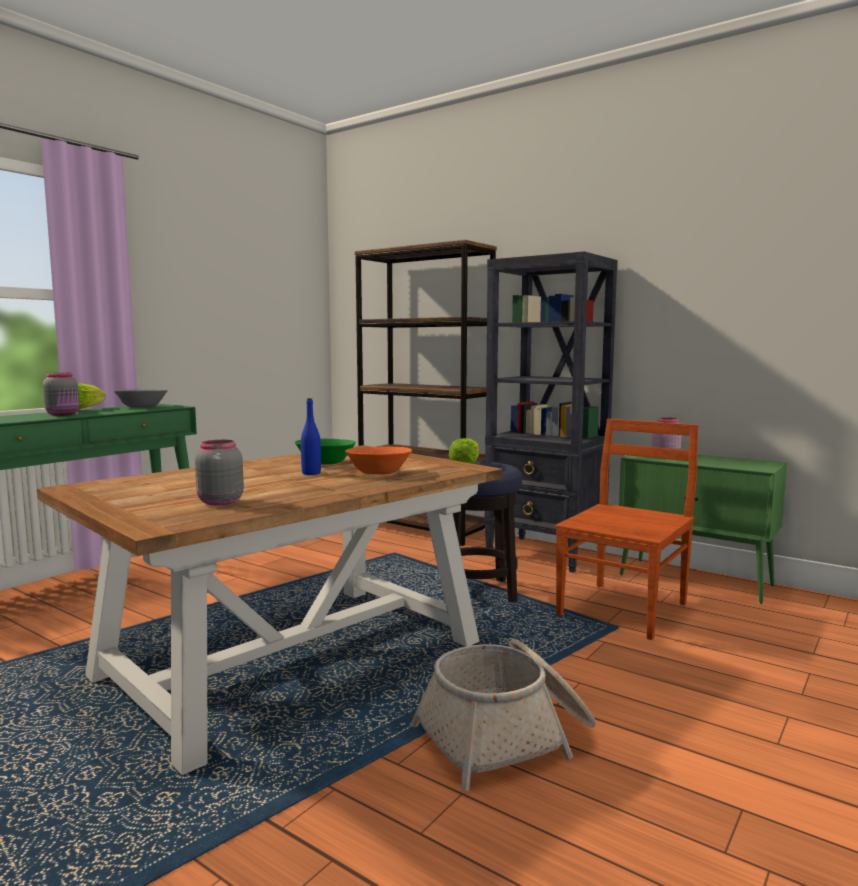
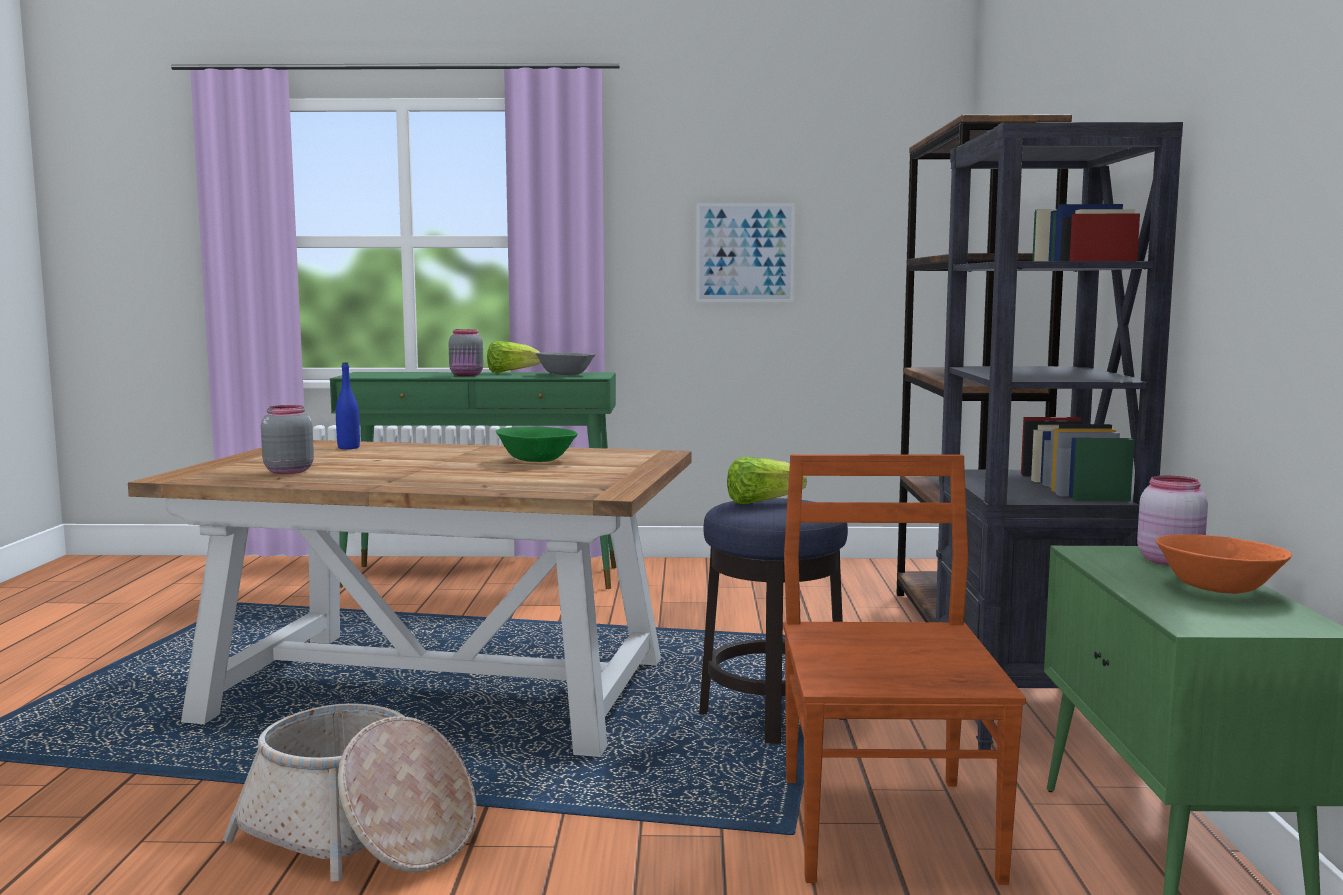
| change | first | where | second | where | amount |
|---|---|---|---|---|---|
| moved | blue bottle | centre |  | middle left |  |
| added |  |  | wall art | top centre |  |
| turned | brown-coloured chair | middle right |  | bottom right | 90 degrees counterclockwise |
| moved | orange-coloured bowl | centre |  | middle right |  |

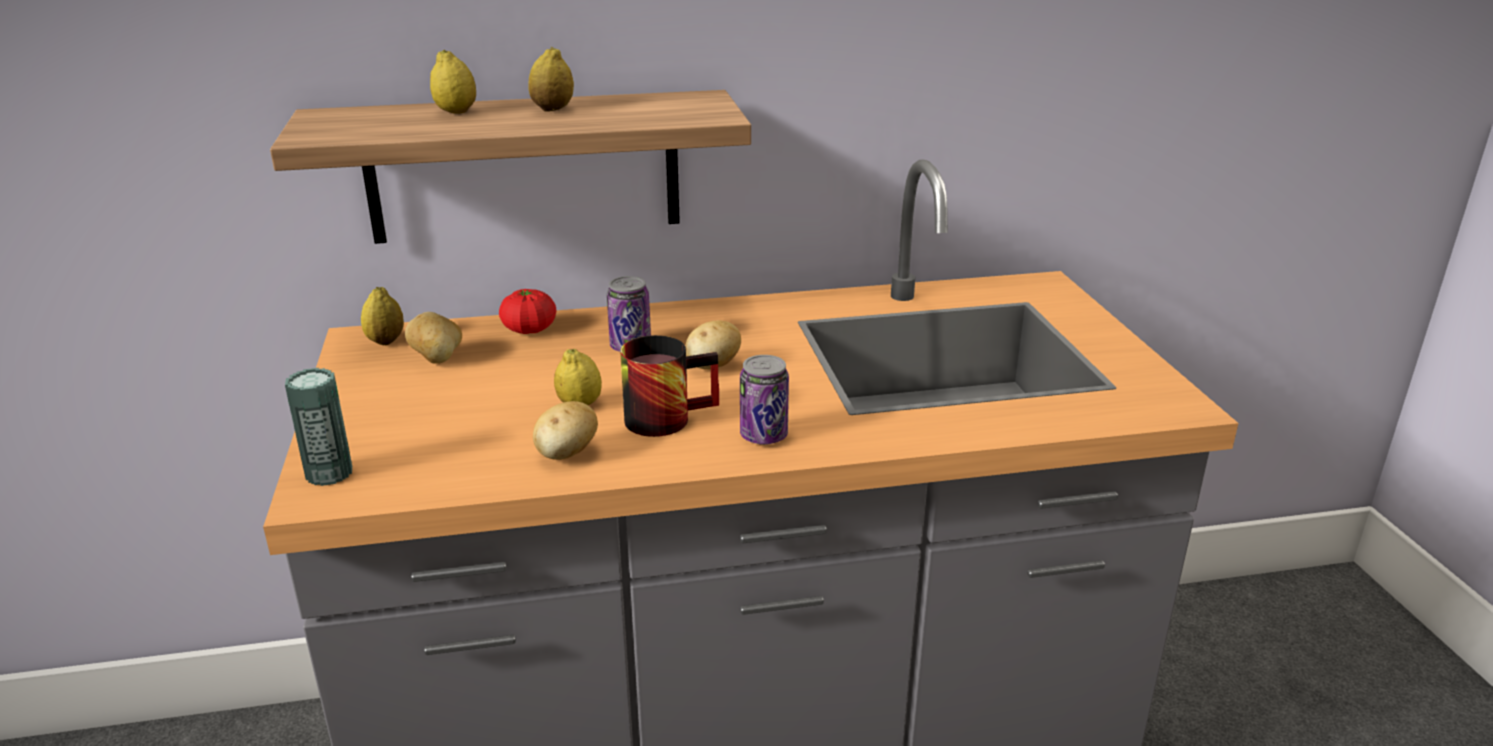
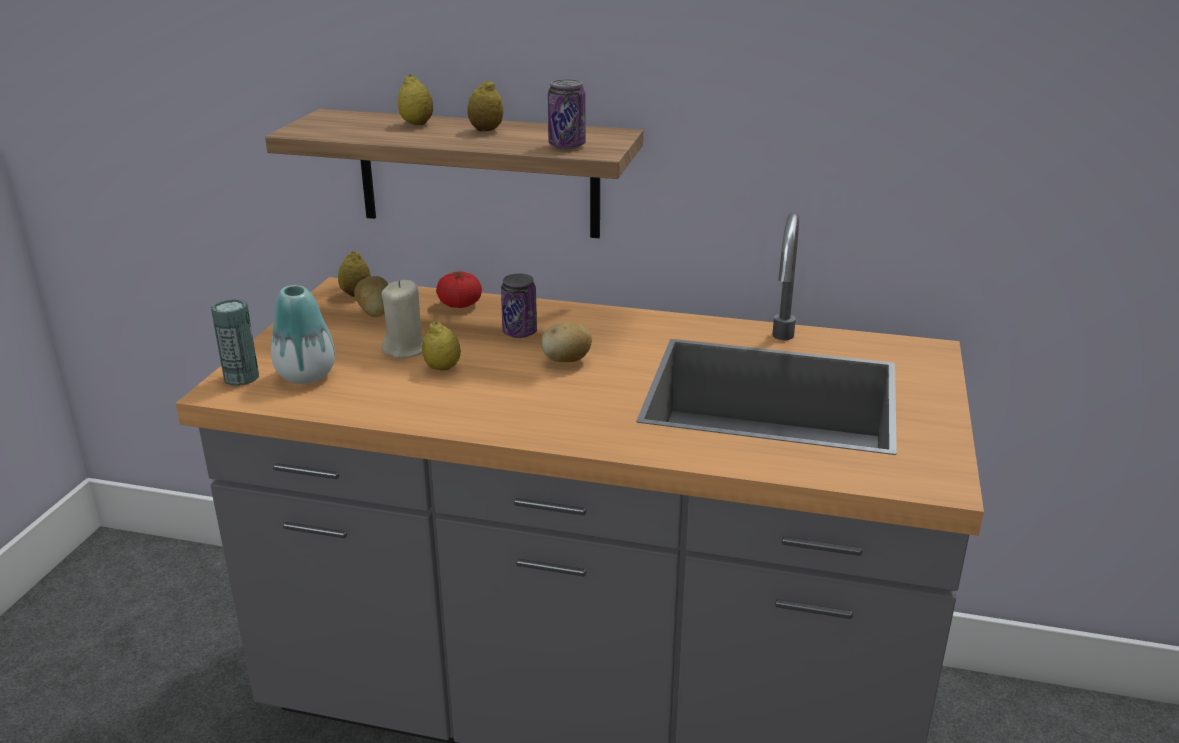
| change | first | where | second | where | amount |
|---|---|---|---|---|---|
| added |  |  | vase | middle left |  |
| added |  |  | beige wax candle | centre |  |
| moved | can (3rd from left) | centre |  | top centre |  |
| removed | whole potato (2nd from left) | centre |  |  |  |
| removed | tea mug | centre |  |  |  |

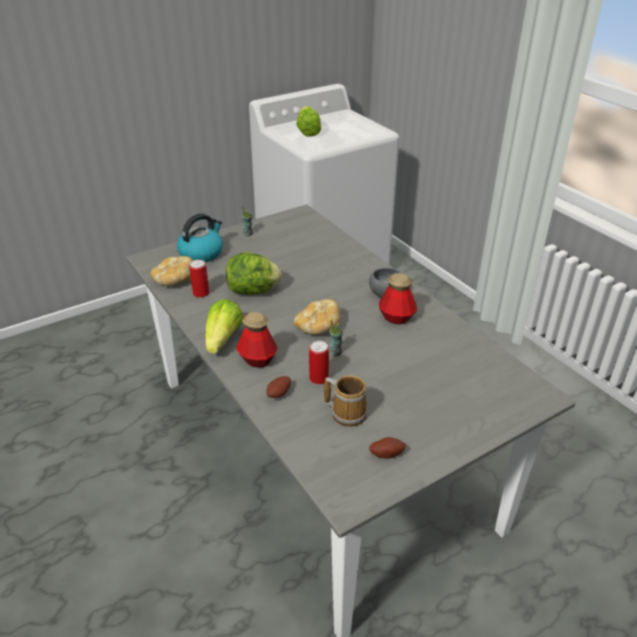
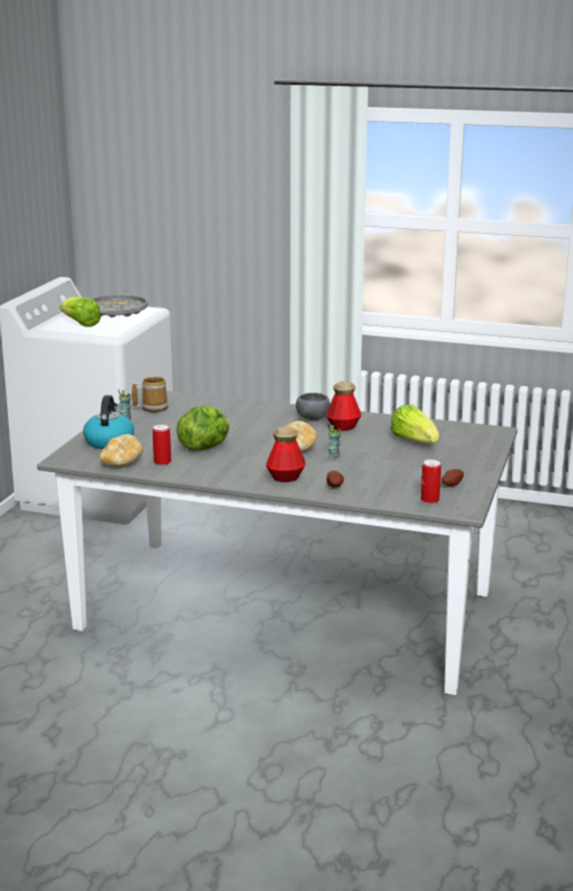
| change | first | where | second | where | amount |
|---|---|---|---|---|---|
| added |  |  | grey tray | middle left |  |
| moved | tea mug | centre |  | middle left |  |
| moved | lettuce (1st from left in the first image) | centre | lettuce (3rd from left) | middle right |  |
| moved | can (2nd from left) | centre |  | middle right |  |

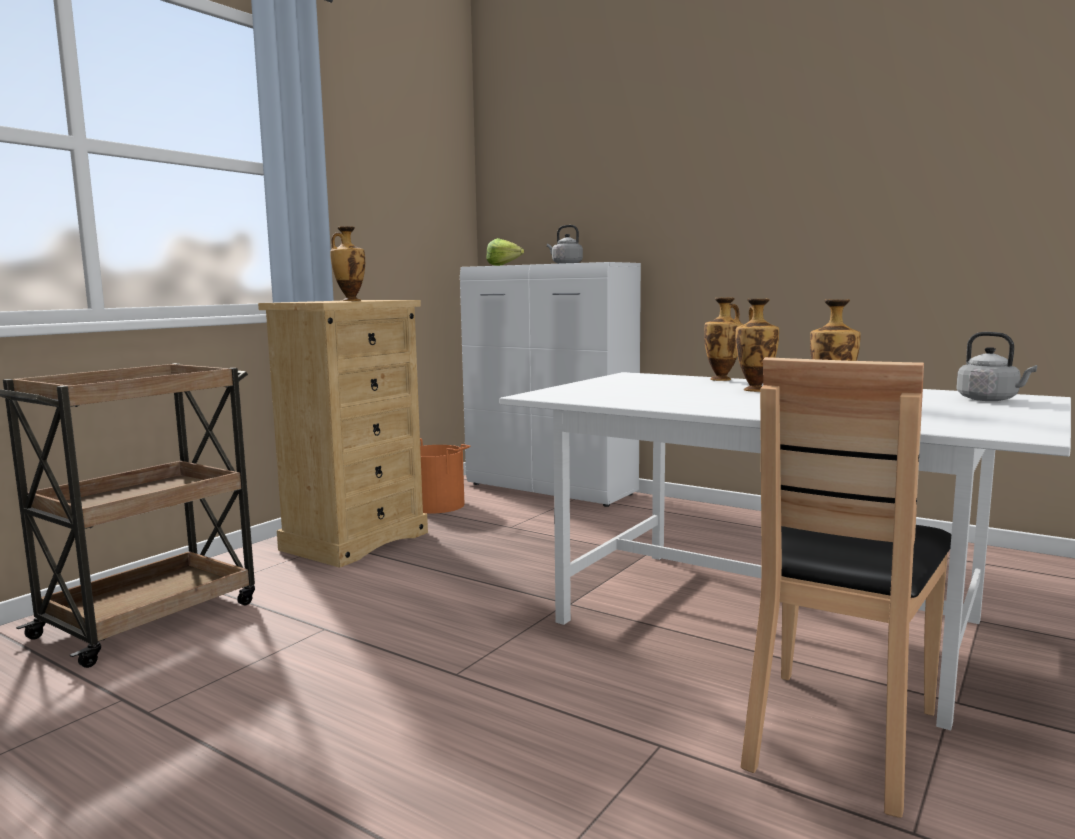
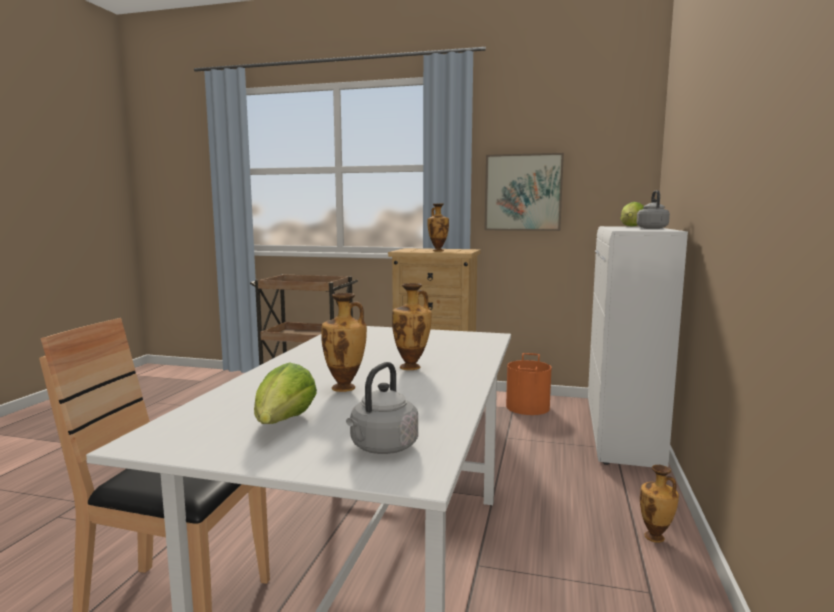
| change | first | where | second | where | amount |
|---|---|---|---|---|---|
| added |  |  | lettuce (1st from left) | centre |  |
| added |  |  | wall art | top centre |  |
| moved | vase (2nd from left in the first image) | middle right | vase (4th from left) | bottom right |  |

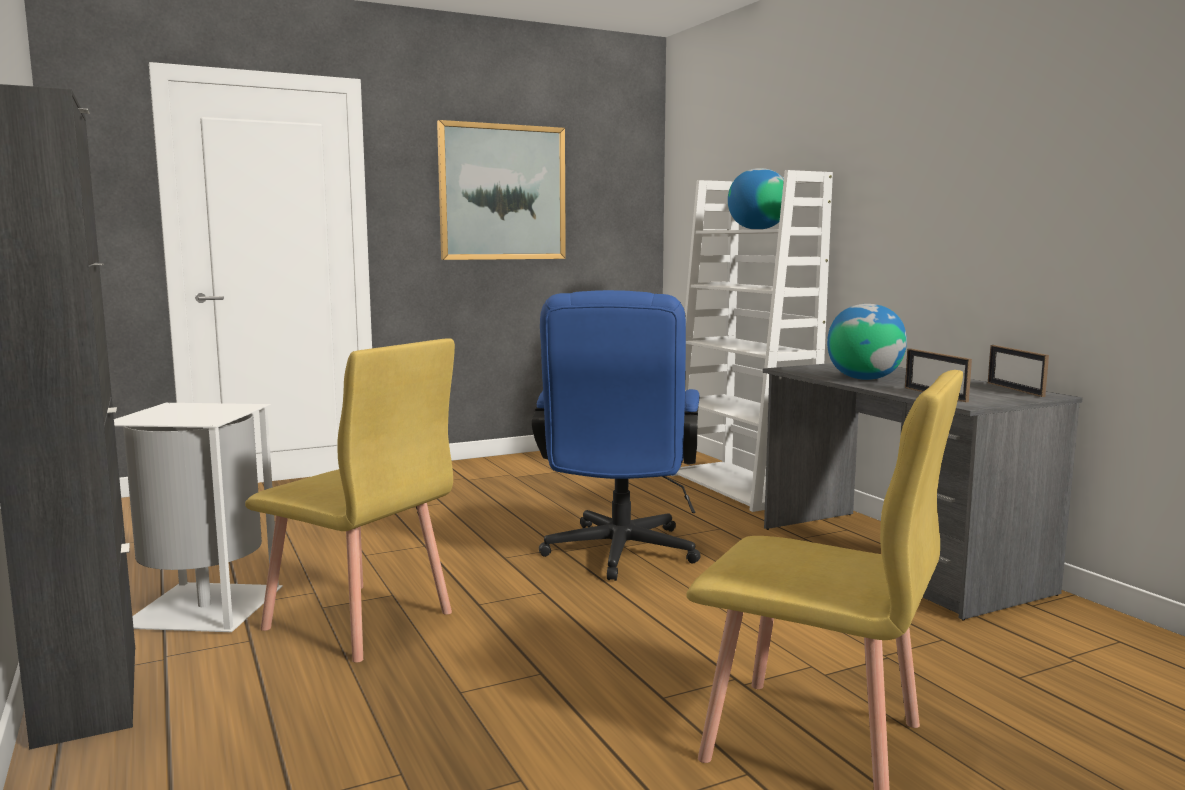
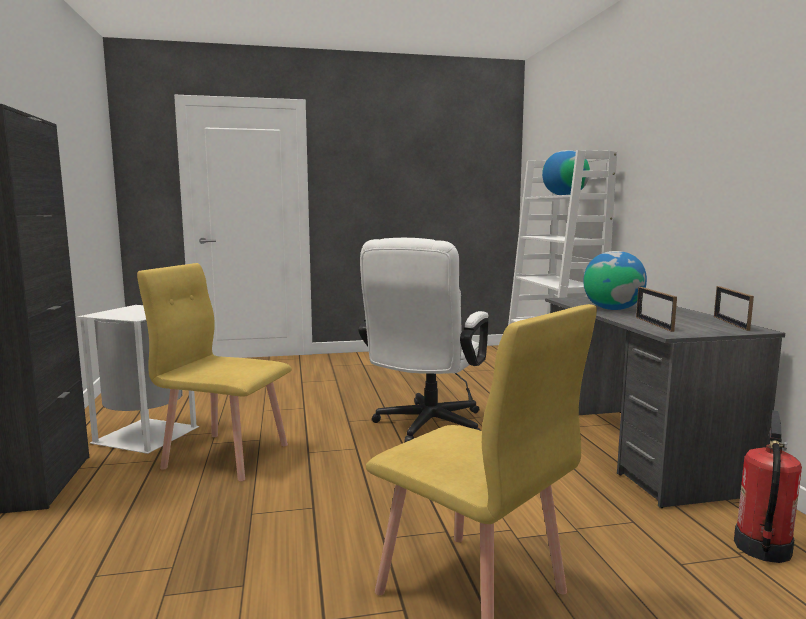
| change | first | where | second | where | amount |
|---|---|---|---|---|---|
| turned | yellow-coloured chair (1st from left) | middle left |  | middle left | 150 degrees clockwise |
| recoloured | blue computer chair | centre | white-coloured computer chair | centre |  |
| added |  |  | fire extinguisher | bottom right |  |
| removed | wall art | top centre |  |  |  |

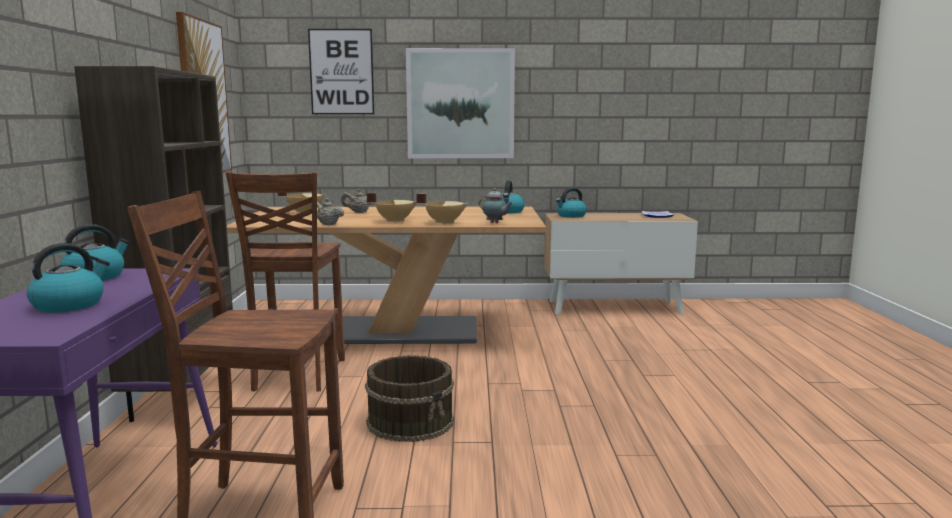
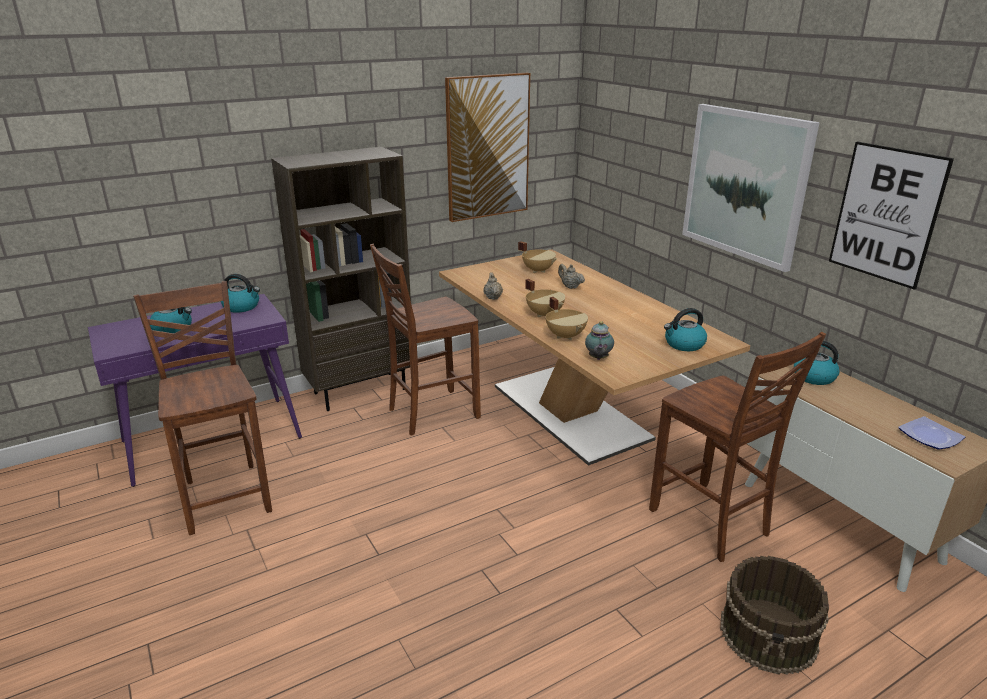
| change | first | where | second | where | amount |
|---|---|---|---|---|---|
| added |  |  | brown-coloured chair (3rd from left) | middle right |  |
| moved | brown-coloured water bucket | bottom centre |  | bottom right |  |
| moved | wall art (2nd from left in the first image) | top centre | wall art (3rd from left) | top right |  |

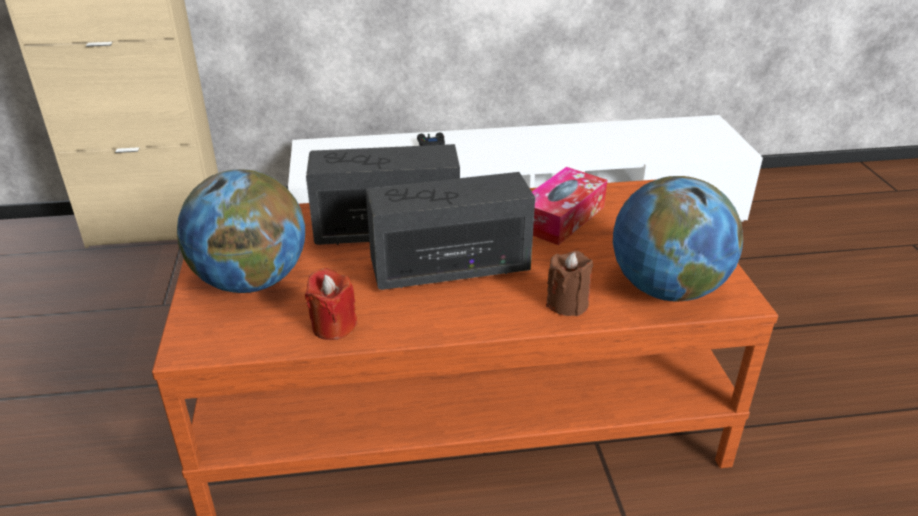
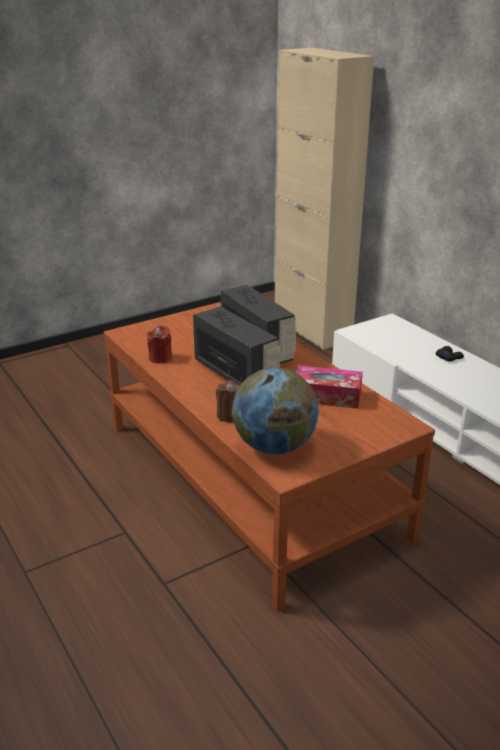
| change | first | where | second | where | amount |
|---|---|---|---|---|---|
| removed | world globe (1st from left) | middle left |  |  |  |

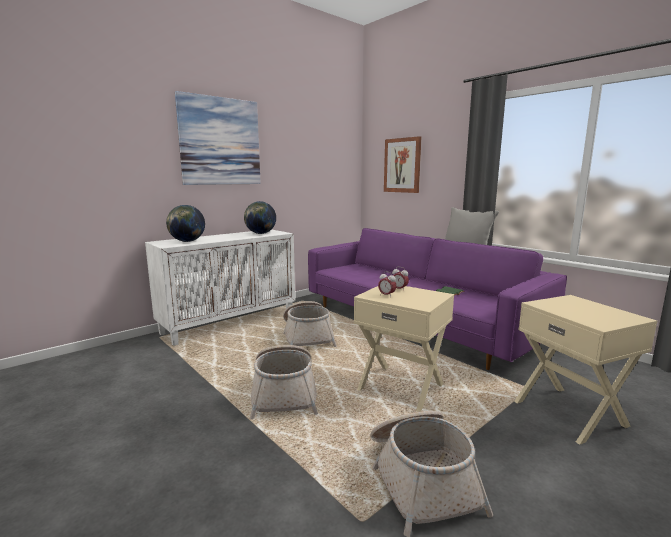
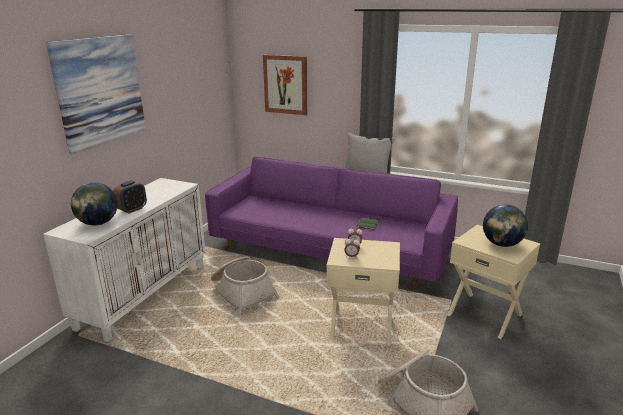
| change | first | where | second | where | amount |
|---|---|---|---|---|---|
| added |  |  | alarm clock (1st from left) | middle left |  |
| moved | world globe (2nd from left) | centre |  | middle right |  |
| removed | storage basket (1st from left) | bottom centre |  |  |  |

